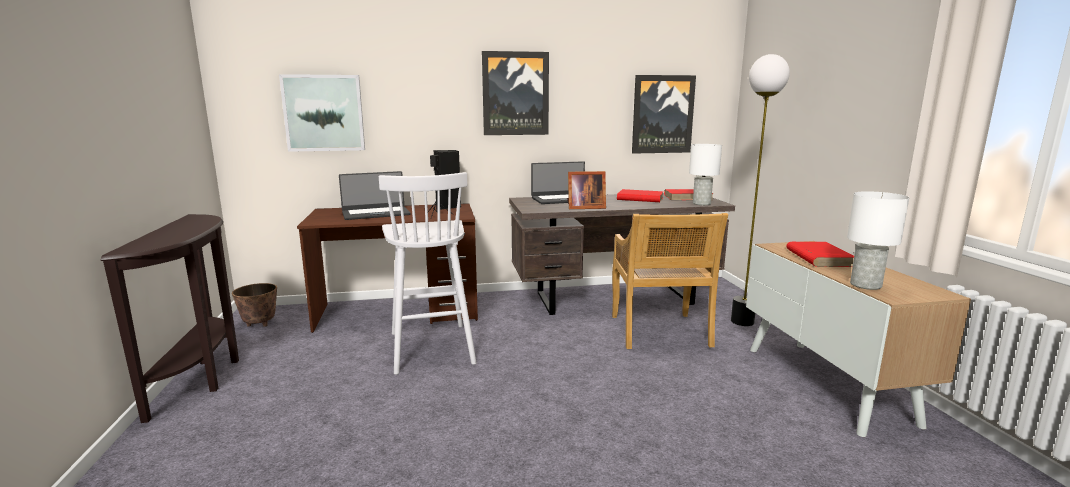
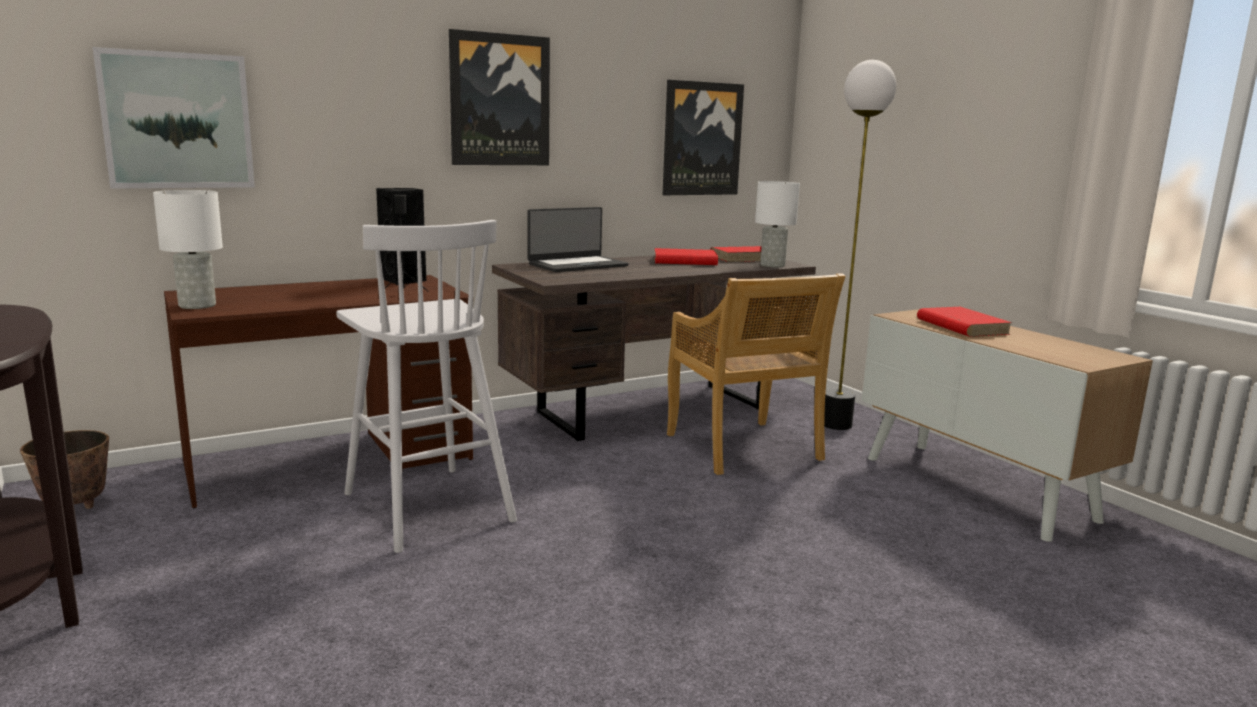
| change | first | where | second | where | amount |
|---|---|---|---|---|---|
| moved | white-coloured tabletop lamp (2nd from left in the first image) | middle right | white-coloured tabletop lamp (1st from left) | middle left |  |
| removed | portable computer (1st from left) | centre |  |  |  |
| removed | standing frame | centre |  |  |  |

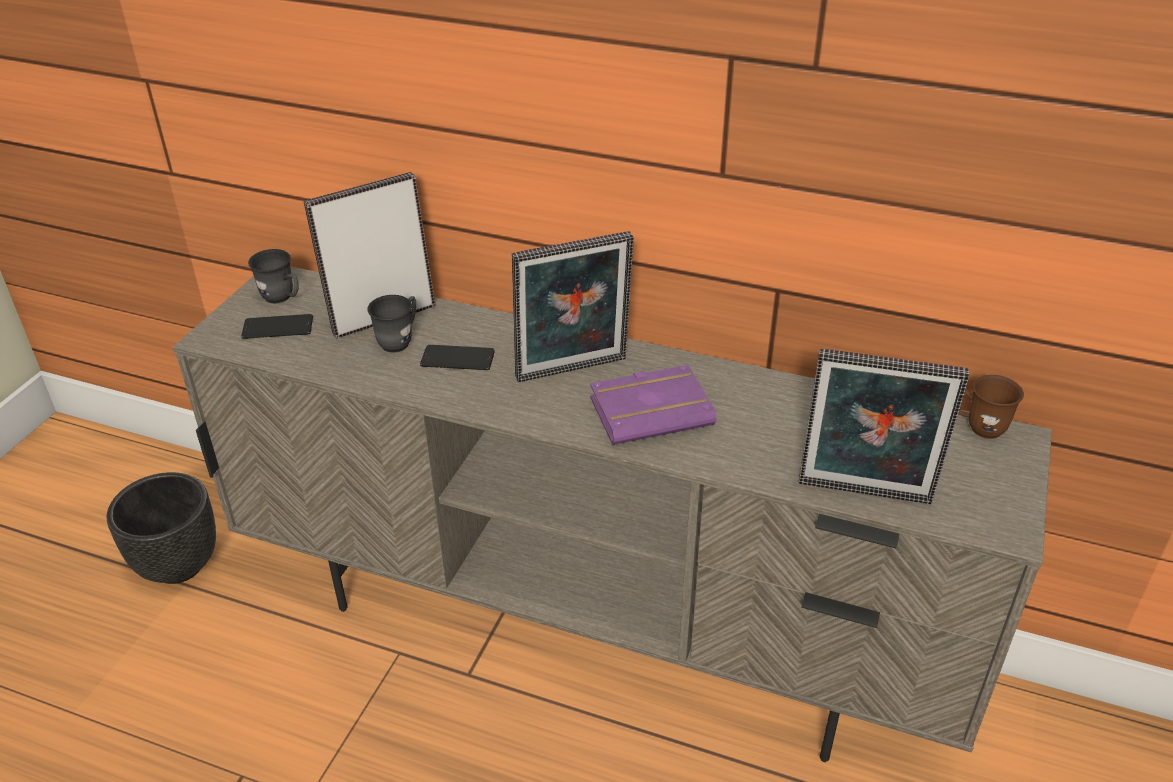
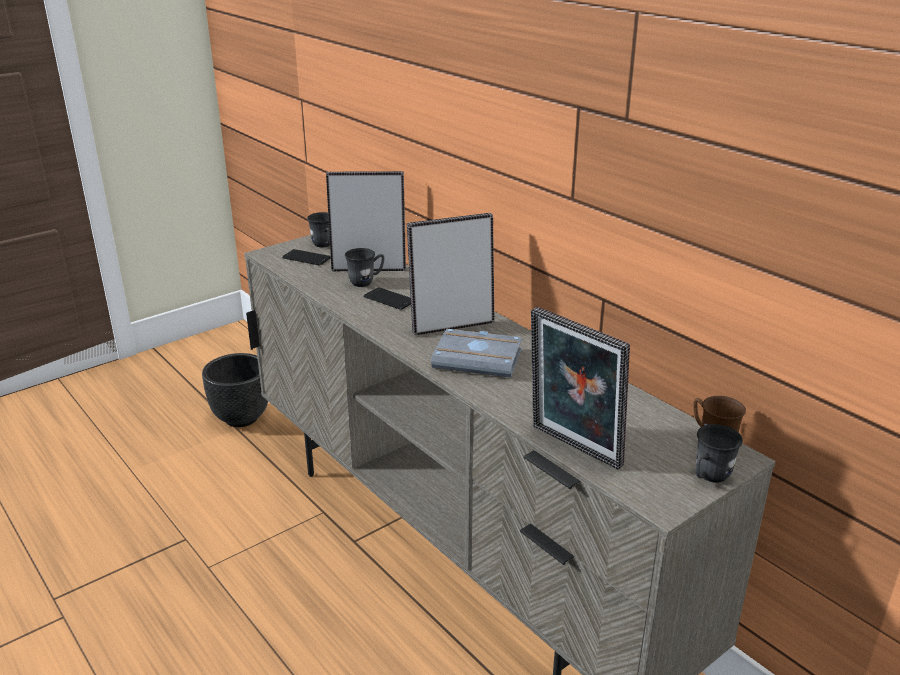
| change | first | where | second | where | amount |
|---|---|---|---|---|---|
| turned | standing frame (2nd from left) | centre |  | centre | 150 degrees clockwise |
| recoloured | purple bound book | centre | grey bound book | centre |  |
| added |  |  | grey tea mug (3rd from left) | bottom right |  |

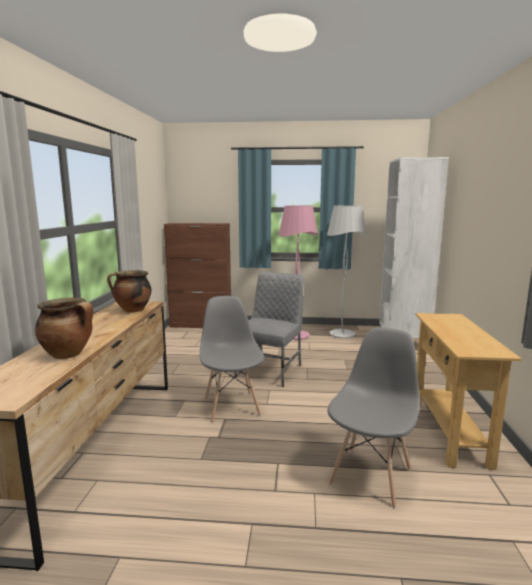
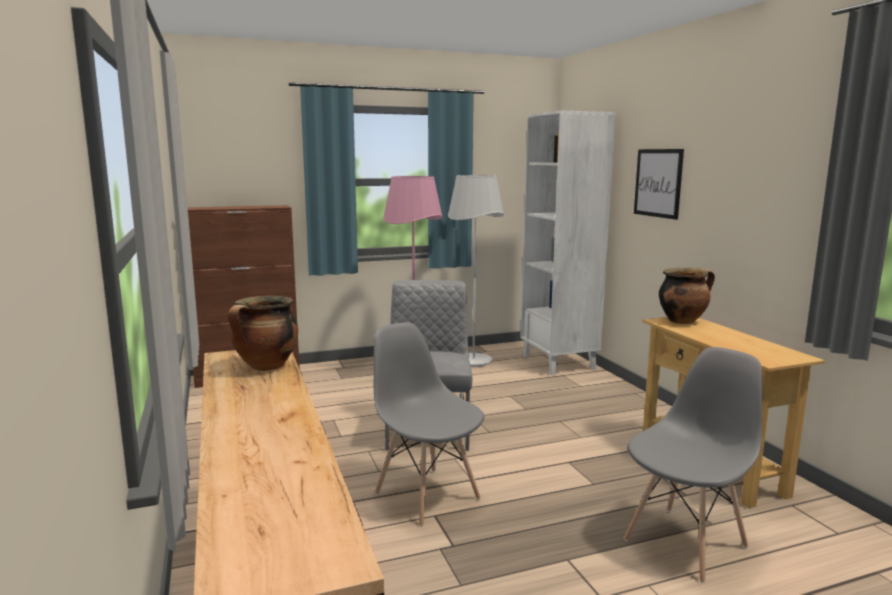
| change | first | where | second | where | amount |
|---|---|---|---|---|---|
| turned | grey chair (3rd from left) | bottom right |  | bottom right | 45 degrees clockwise |
| added |  |  | wall art | top right |  |
| moved | stockpot (1st from left in the first image) | middle left | stockpot (2nd from left) | middle right |  |

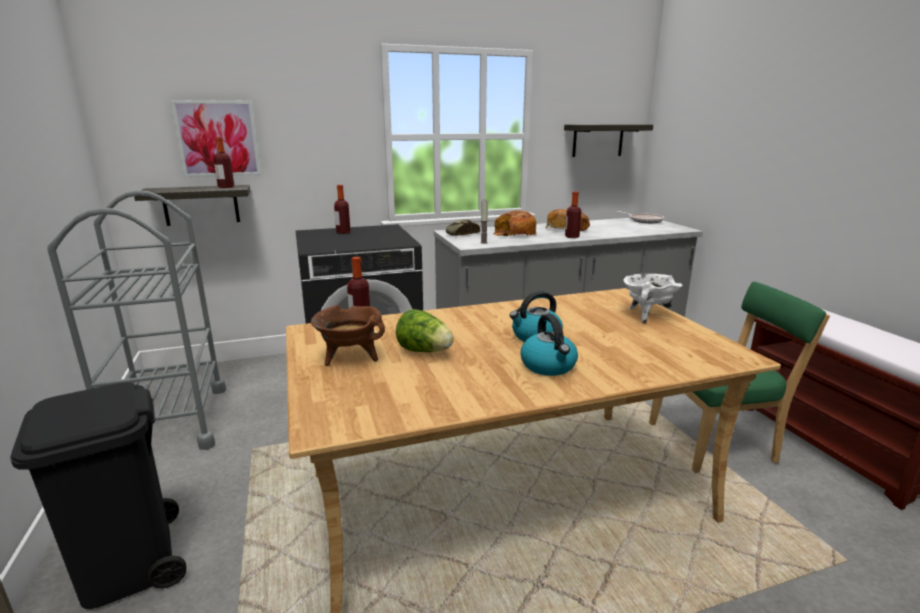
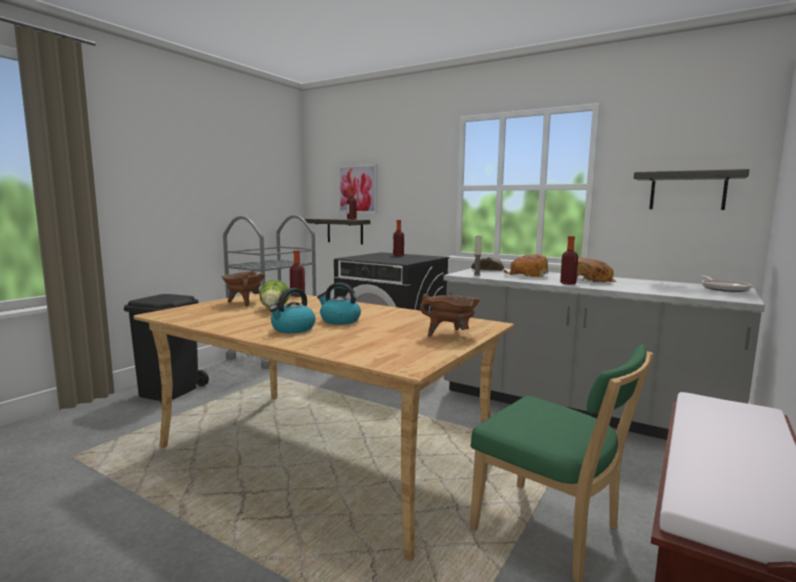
| change | first | where | second | where | amount |
|---|---|---|---|---|---|
| recoloured | white-coloured stockpot | middle right | brown-coloured stockpot (2nd from left) | centre |  |

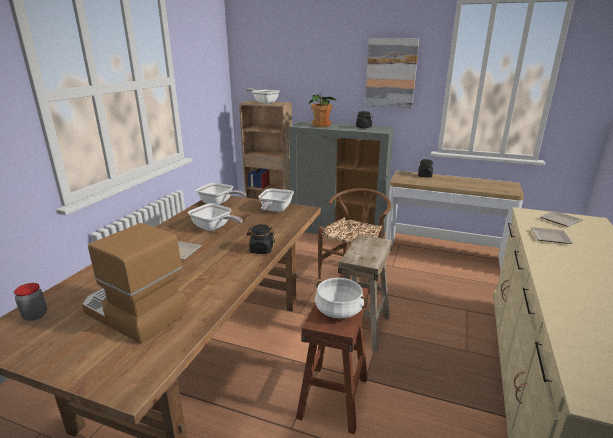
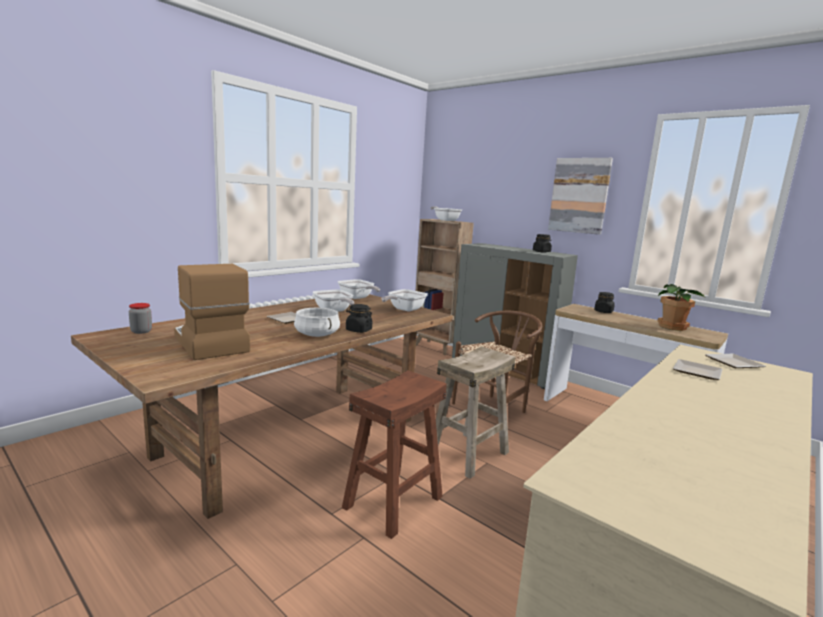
| change | first | where | second | where | amount |
|---|---|---|---|---|---|
| moved | white-coloured stockpot | bottom centre |  | centre |  |
| moved | potted plant | top centre |  | middle right |  |

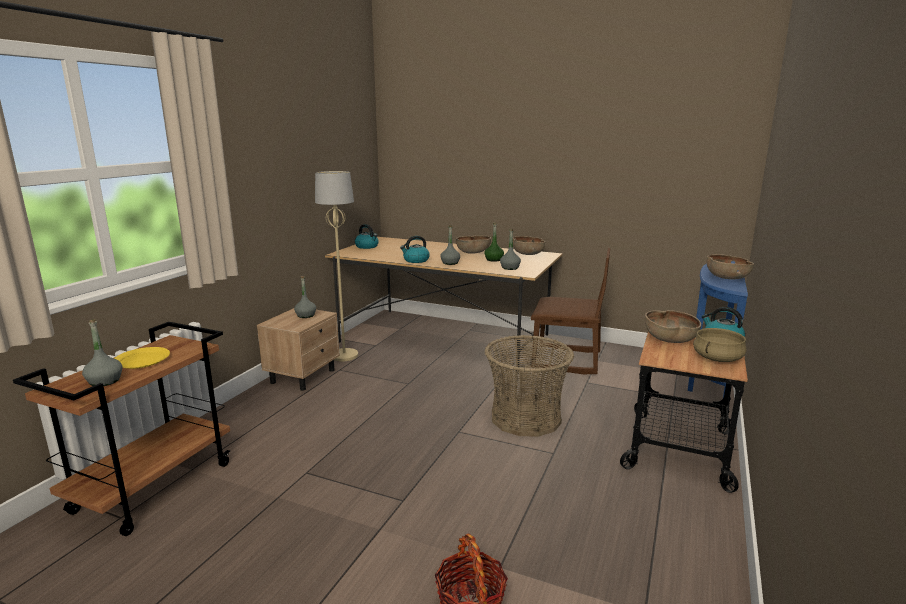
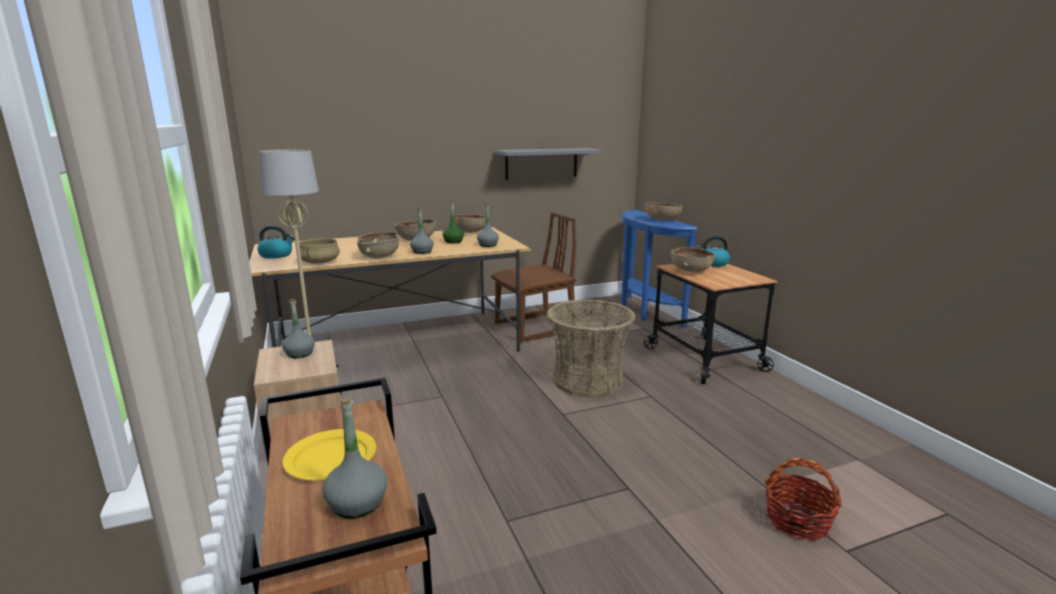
| change | first | where | second | where | amount |
|---|---|---|---|---|---|
| moved | beige stockpot | middle right |  | middle left |  |
| replaced | kettle (2nd from left) | centre | brown-coloured bowl (1st from left) | centre |  |
| added |  |  | grey shelf | top centre |  |

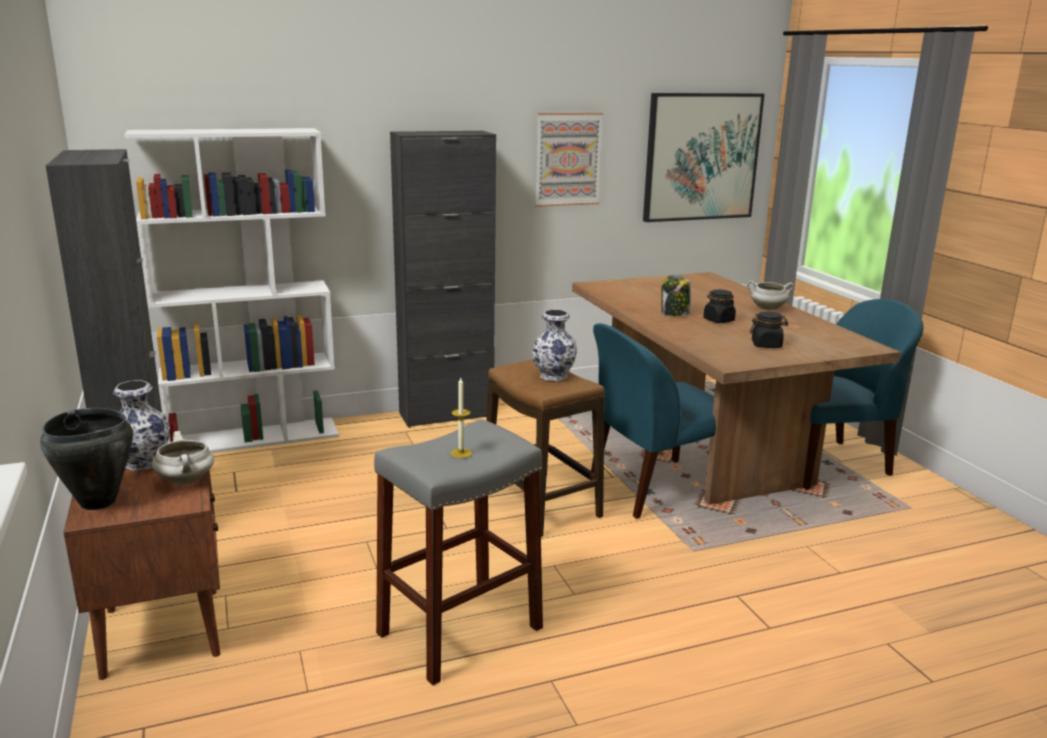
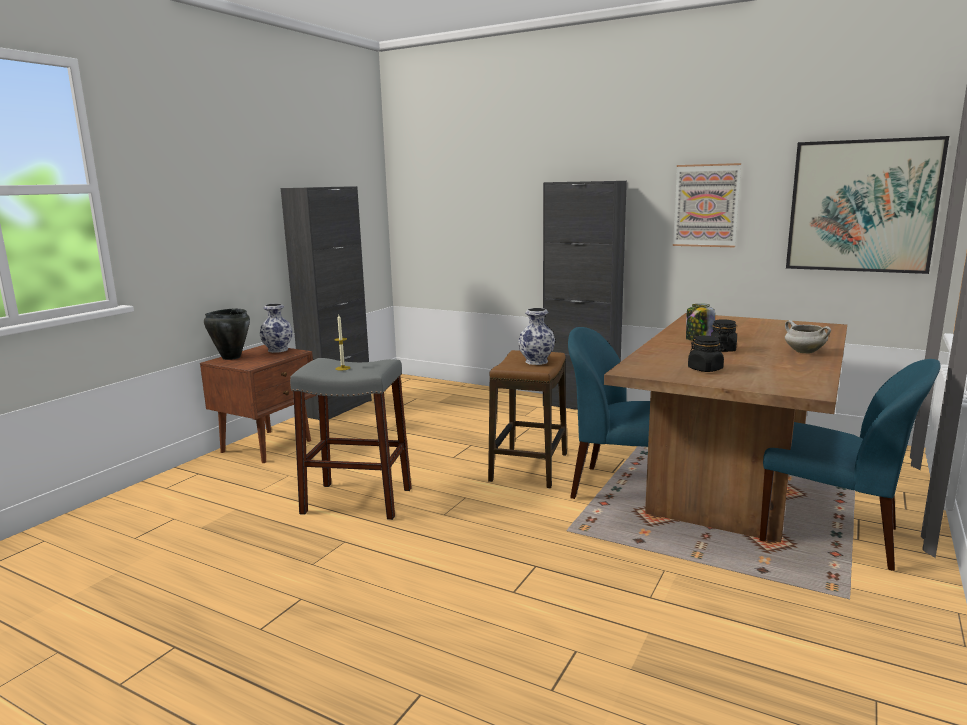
| change | first | where | second | where | amount |
|---|---|---|---|---|---|
| removed | white-coloured bookcase | middle left |  |  |  |
| removed | white-coloured stockpot (1st from left) | middle left |  |  |  |

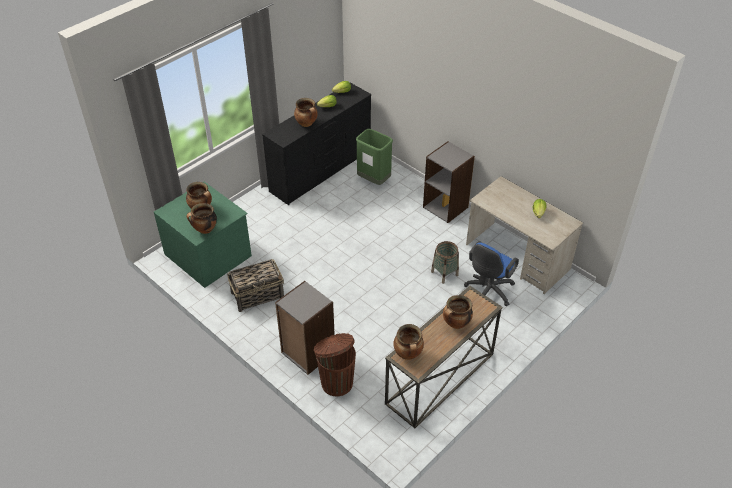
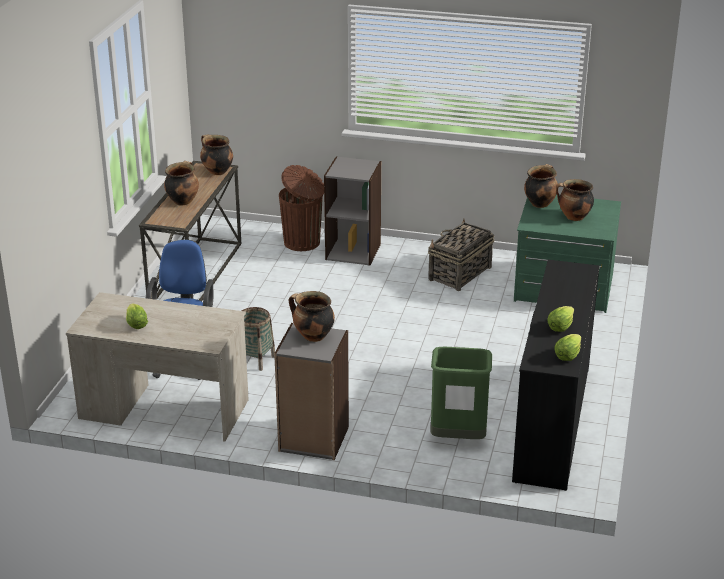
| change | first | where | second | where | amount |
|---|---|---|---|---|---|
| moved | stockpot (3rd from left) | top centre |  | centre |  |

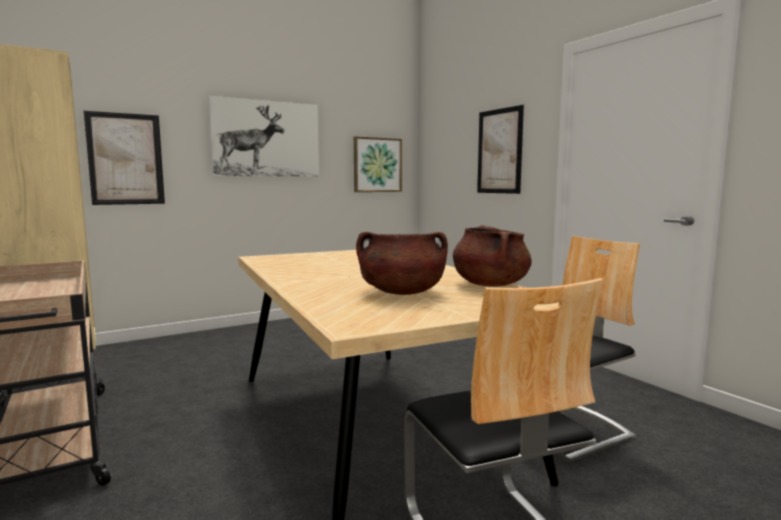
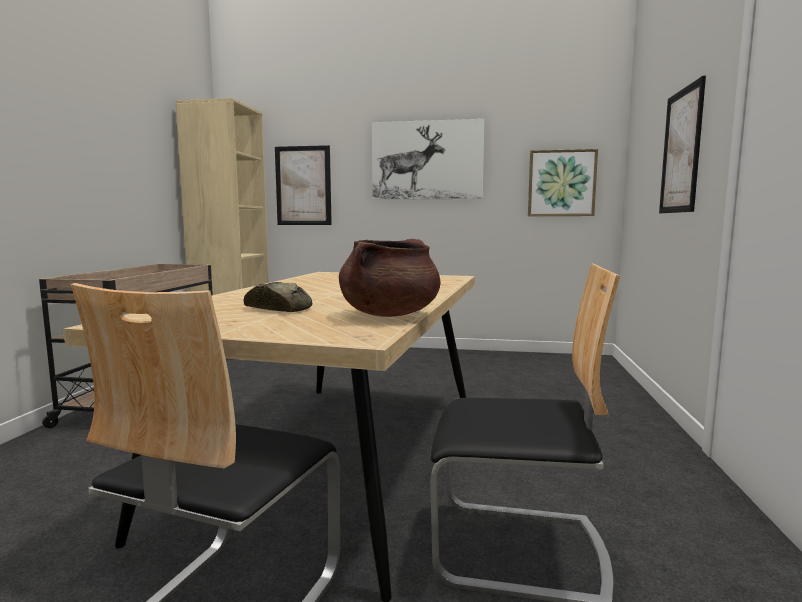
| change | first | where | second | where | amount |
|---|---|---|---|---|---|
| replaced | brown-coloured stockpot (1st from left) | centre | baked bread | centre |  |

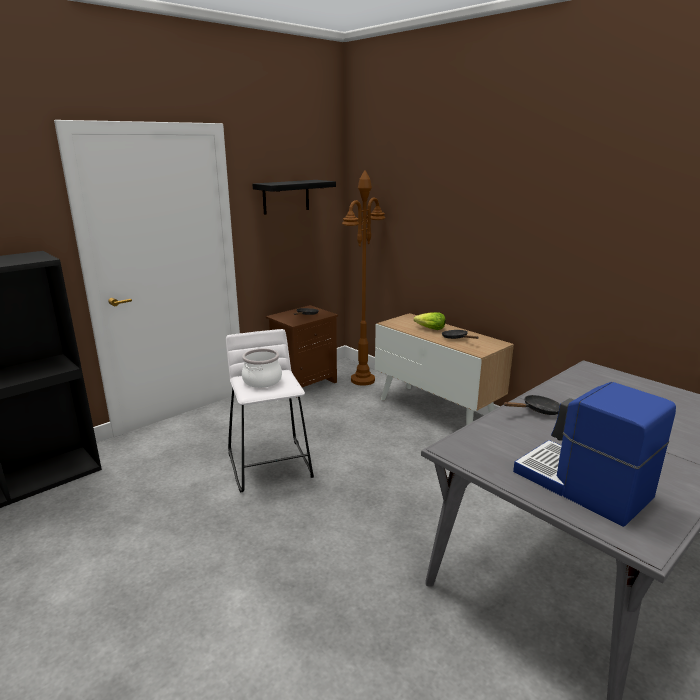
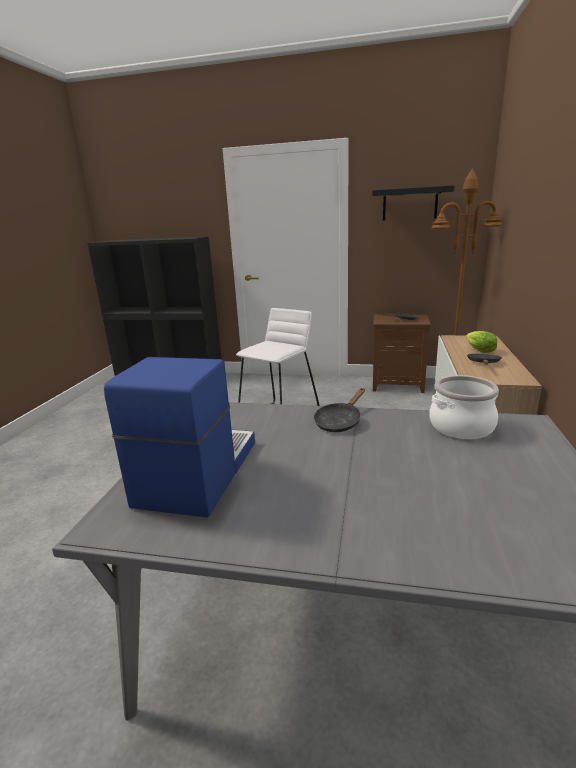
| change | first | where | second | where | amount |
|---|---|---|---|---|---|
| turned | blackish frying pan (3rd from left in the first image) | middle right | blackish frying pan (1st from left) | centre | 90 degrees clockwise |
| moved | stockpot | centre |  | middle right |  |

